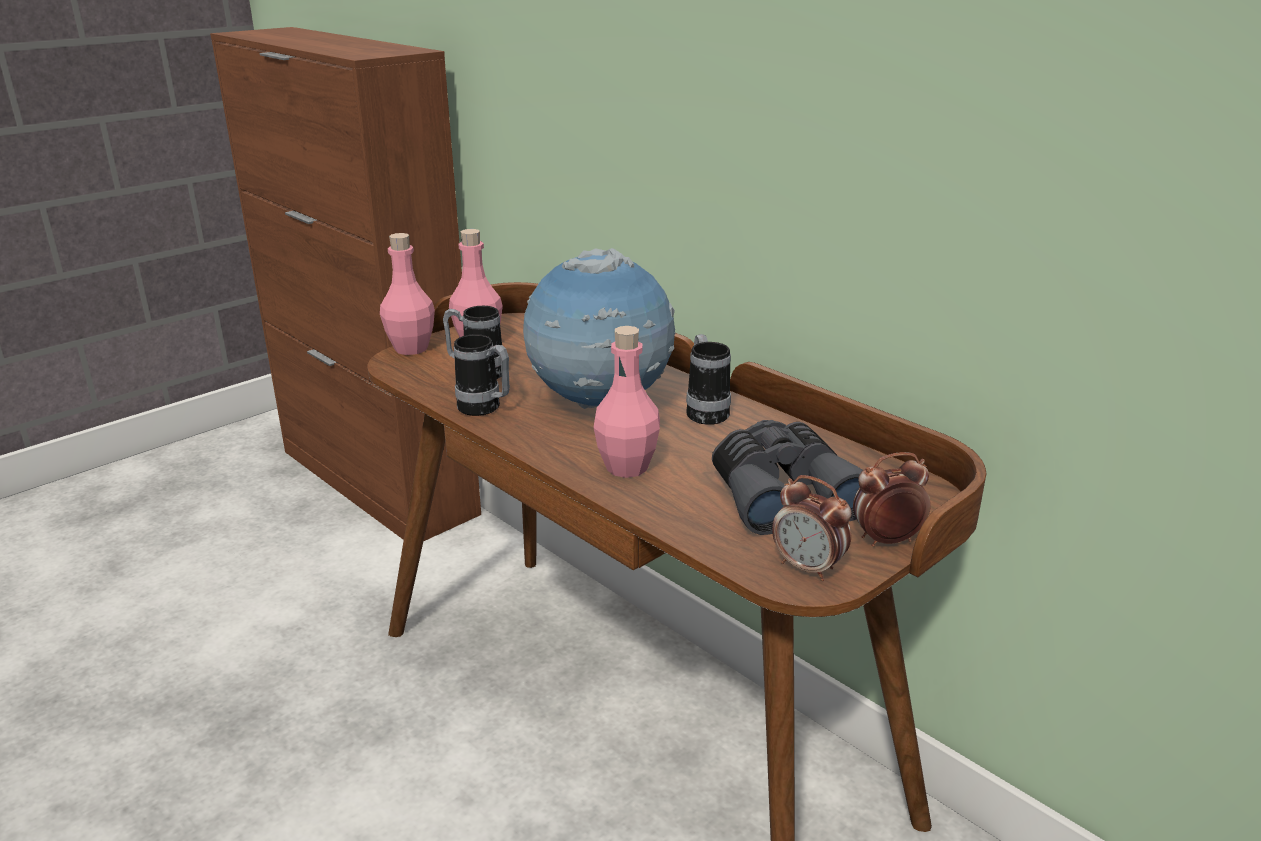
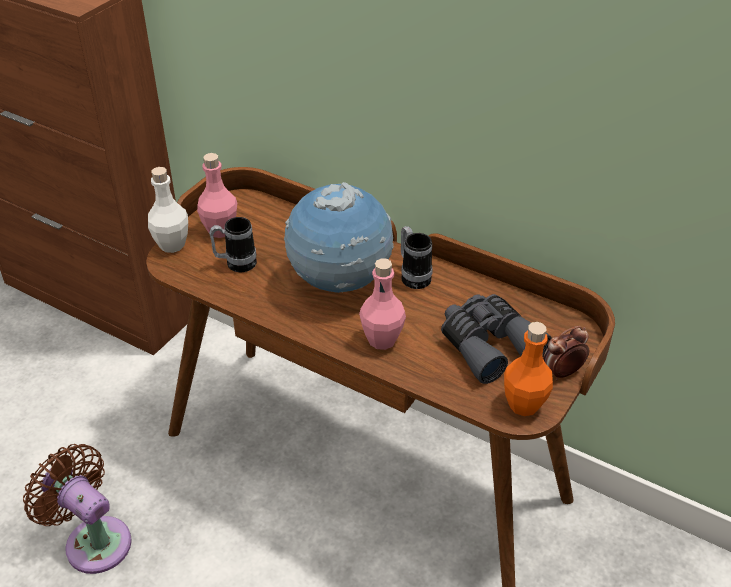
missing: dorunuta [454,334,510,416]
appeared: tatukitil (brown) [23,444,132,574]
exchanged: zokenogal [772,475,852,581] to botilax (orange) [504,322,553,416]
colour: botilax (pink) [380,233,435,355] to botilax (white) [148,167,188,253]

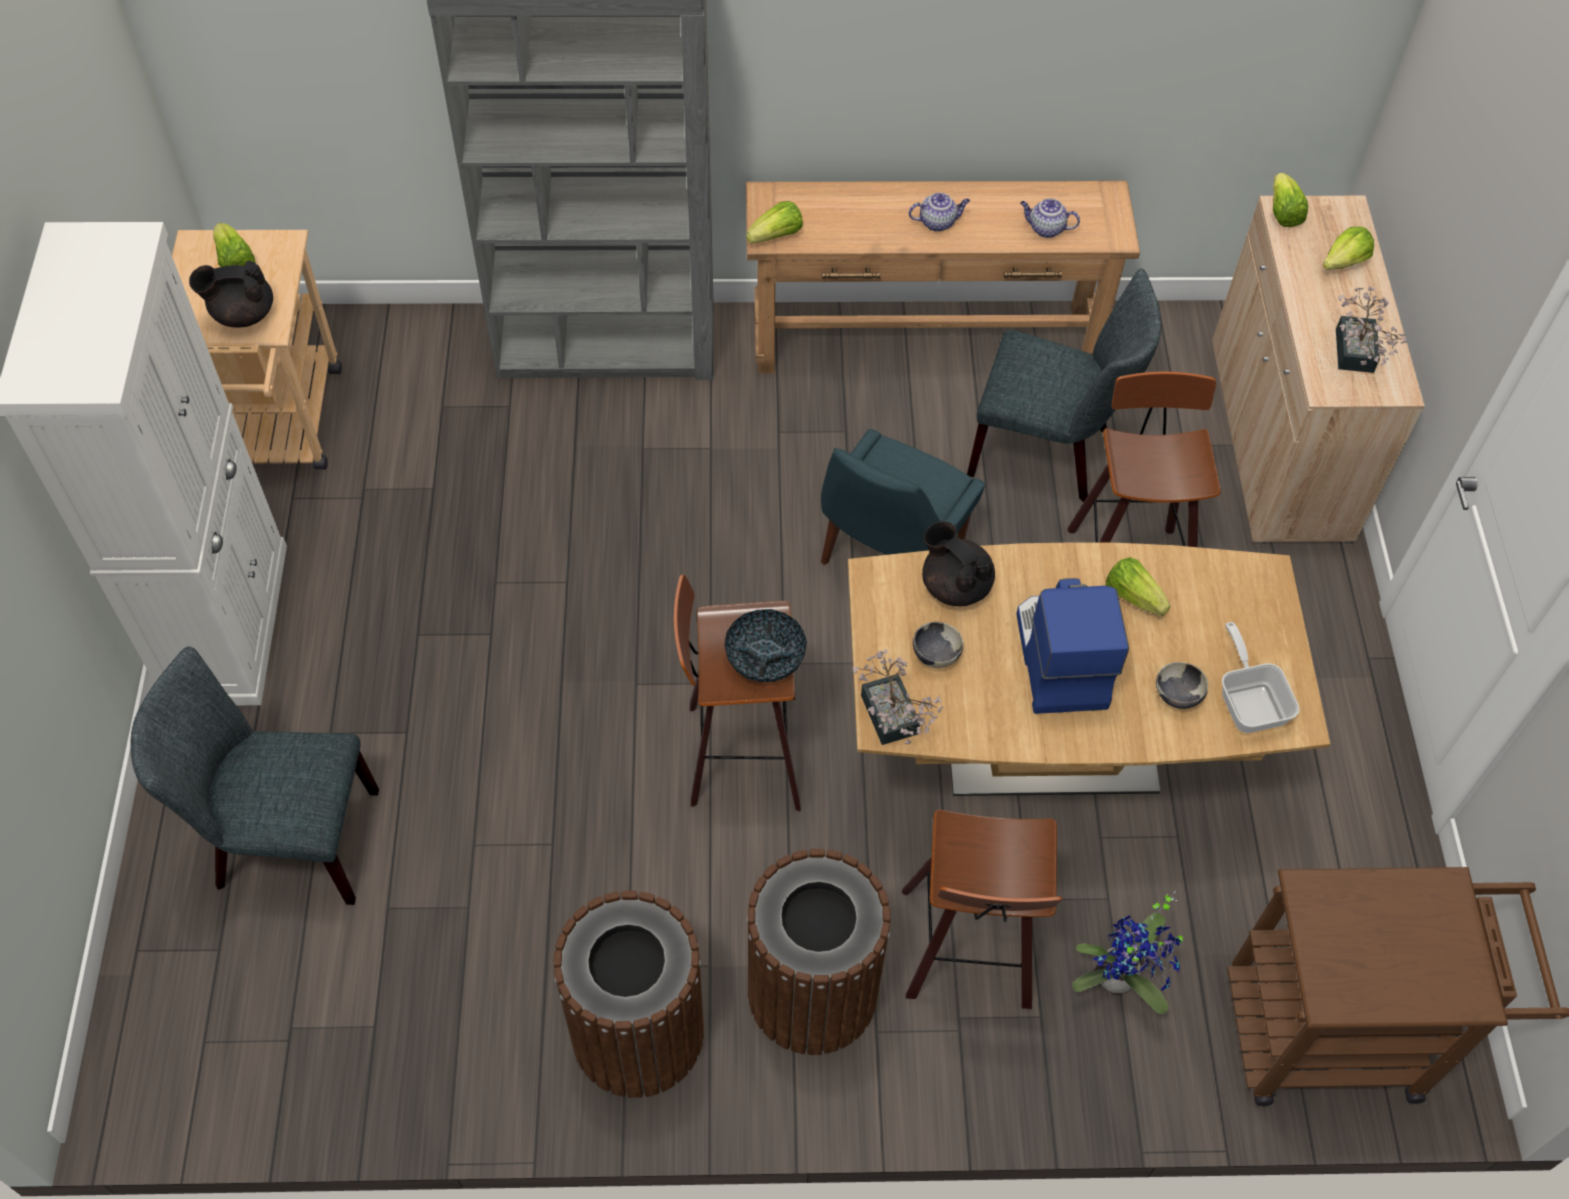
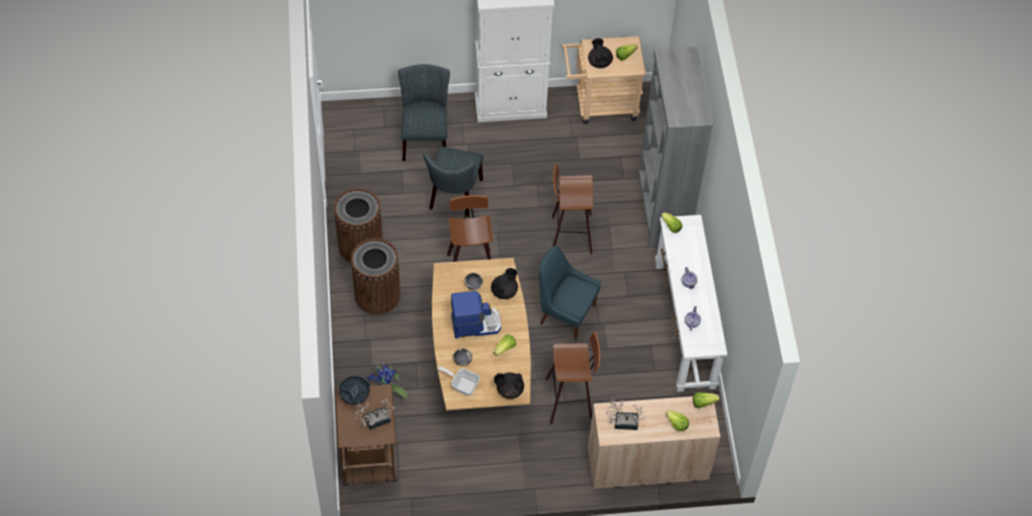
appeared: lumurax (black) [494,372,524,399]
relocated: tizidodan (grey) [967,268,1161,502] to [423,146,483,217]; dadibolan [725,609,807,682] to [339,376,370,405]; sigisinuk [852,649,943,745] to [356,399,394,430]; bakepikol [902,809,1062,1009] to [552,164,593,255]
colour: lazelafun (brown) [746,181,1140,373] to lazelafun (white) [655,215,728,392]
spun: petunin [1222,622,1300,733] = [438,367,480,396] 135 degrees counterclockwise

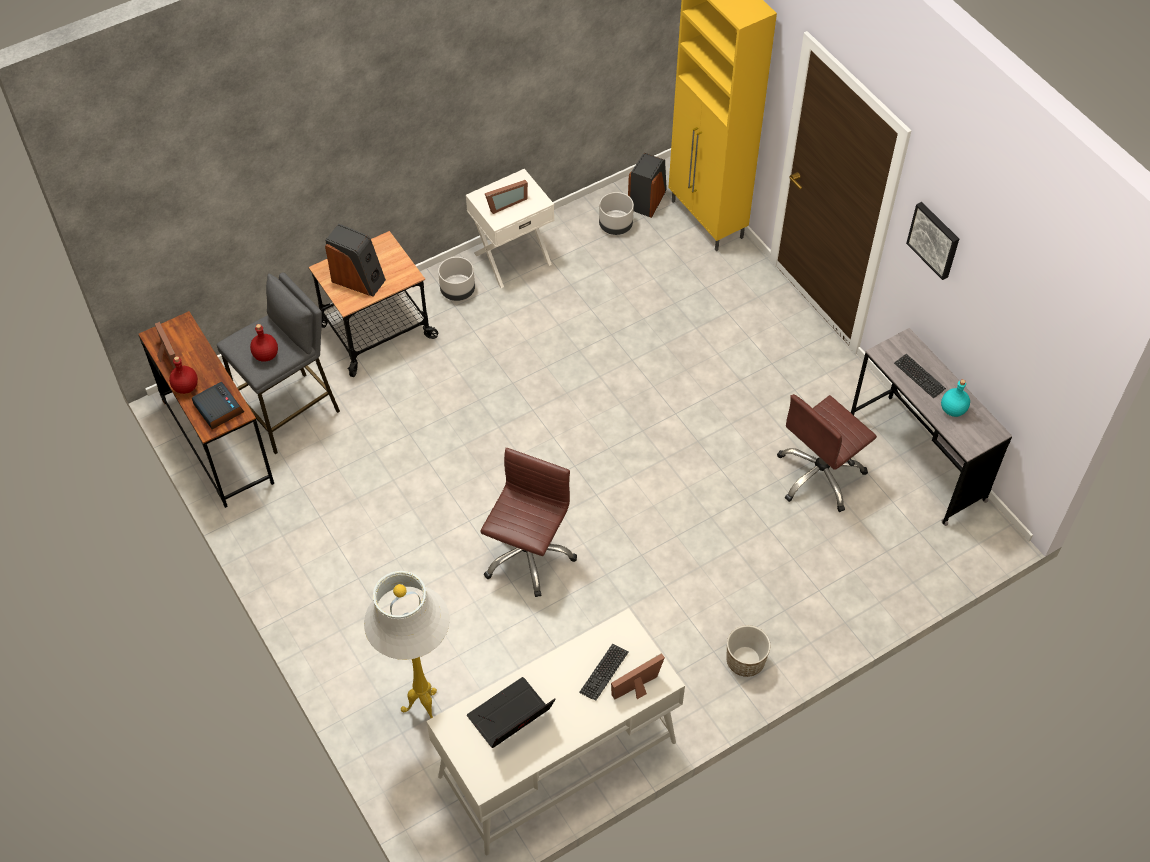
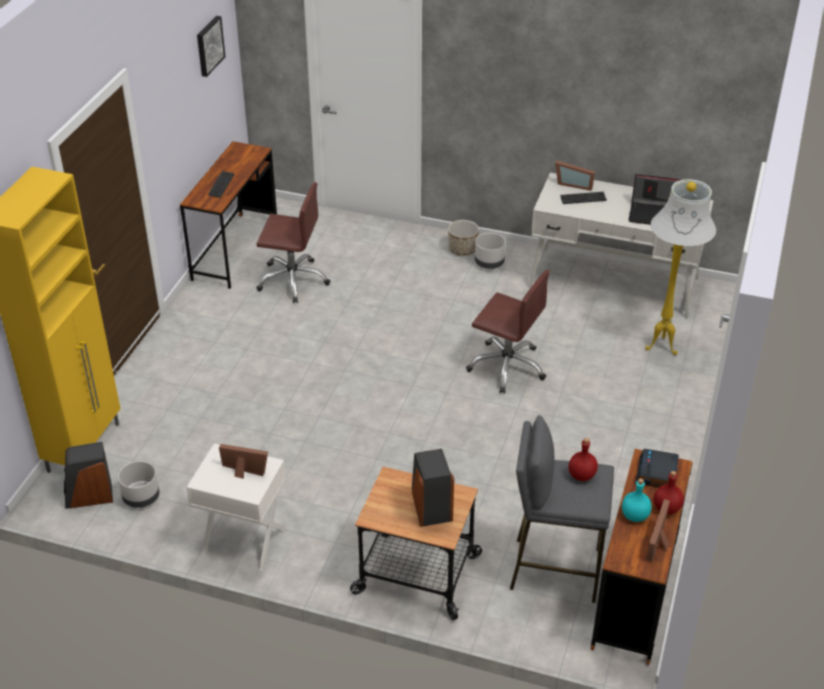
relocated: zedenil [906,202,959,280] to [197,16,225,77]; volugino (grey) [438,257,475,301] to [475,233,506,269]; botilax (turquoise) [941,379,970,417] to [622,478,652,522]
colour: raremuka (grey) [851,328,1012,526] to raremuka (brown) [180,141,277,289]
spun: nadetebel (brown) [480,448,577,597] = [466,270,550,394] 135 degrees counterclockwise

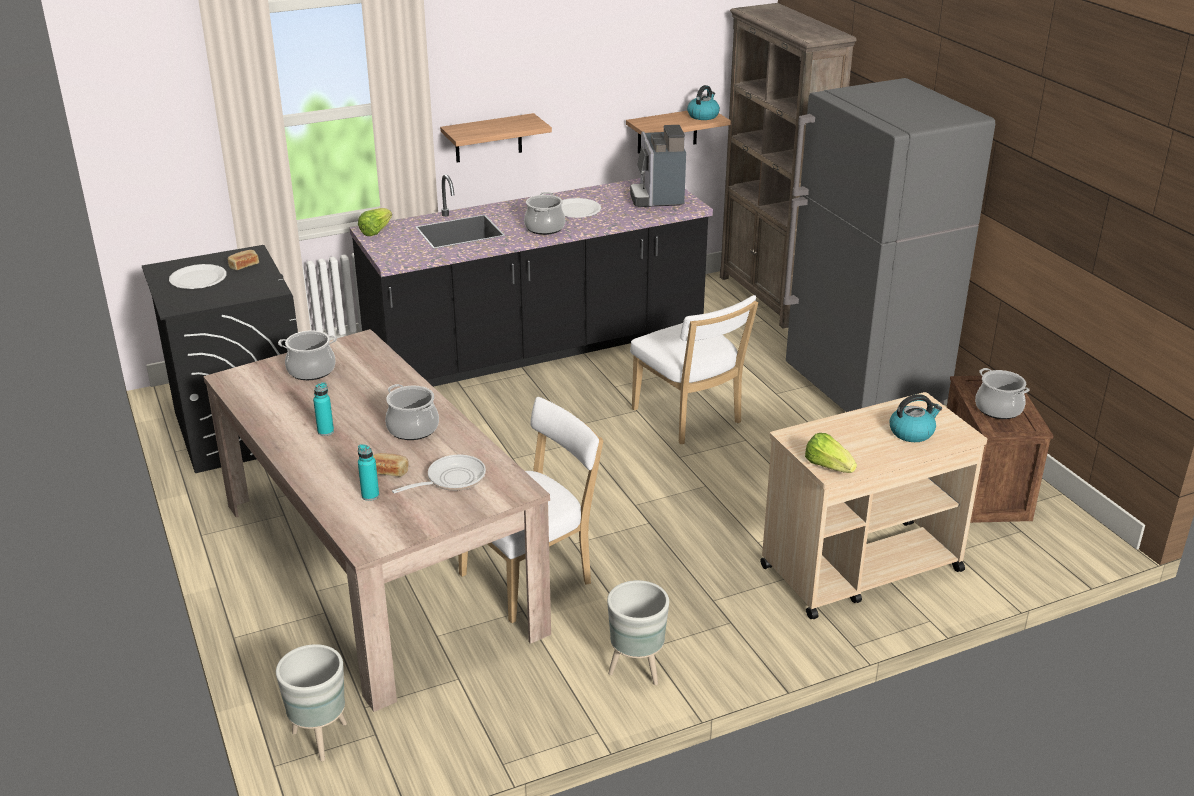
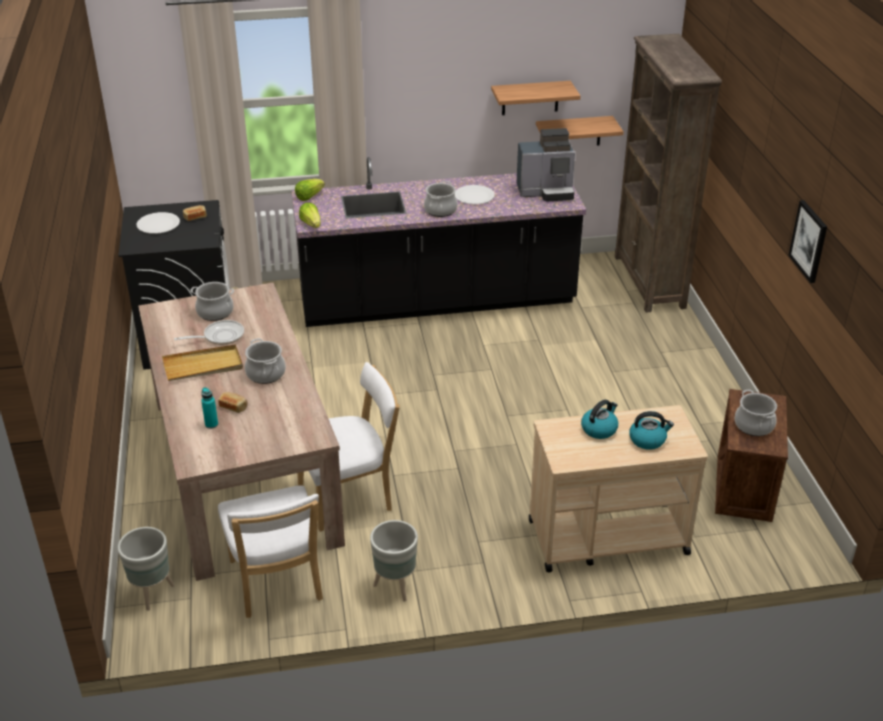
missing: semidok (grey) [783,78,995,412]
appeared: zedenil [788,200,827,283]
relocated: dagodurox [687,85,720,120] to [581,400,618,439]; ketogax [440,113,552,162] to [491,81,581,115]; tizidodan (white) [630,295,758,444] to [218,485,323,618]; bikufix [805,433,857,473] to [299,203,321,228]; petunin [392,455,486,493] to [174,320,244,345]
exchanged: botilax (turquoise) [313,382,334,436] to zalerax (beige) [162,344,243,381]
spun: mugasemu [630,125,686,207] = [517,128,575,202] 105 degrees counterclockwise

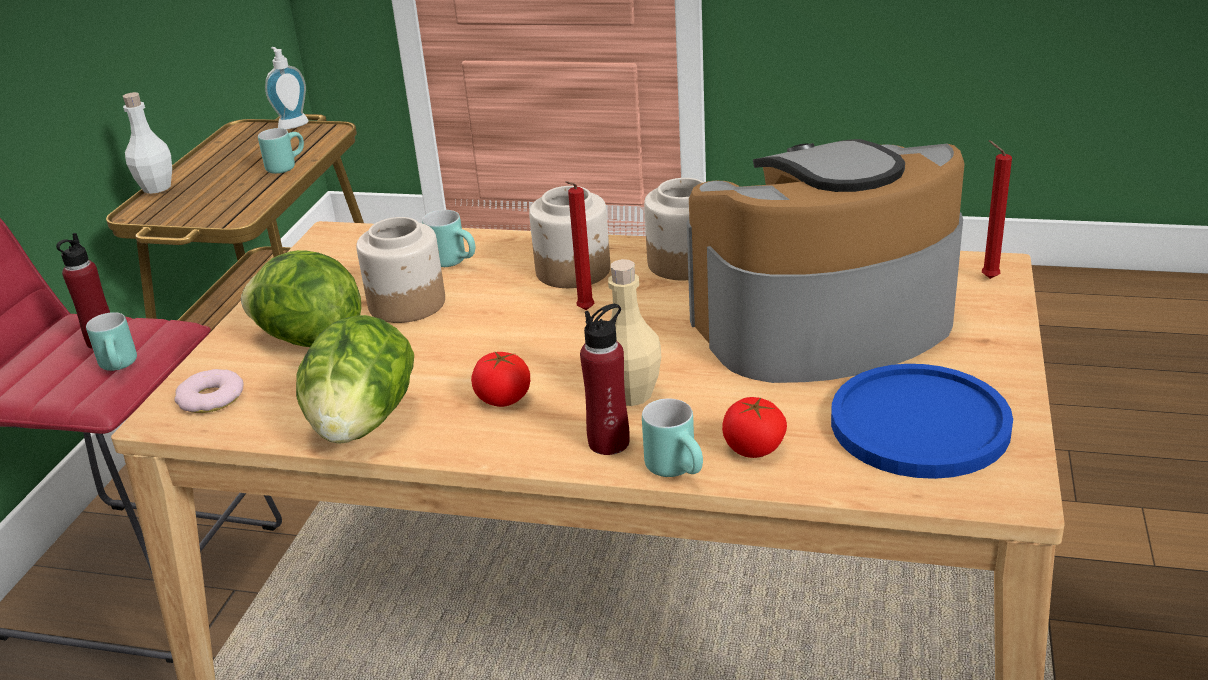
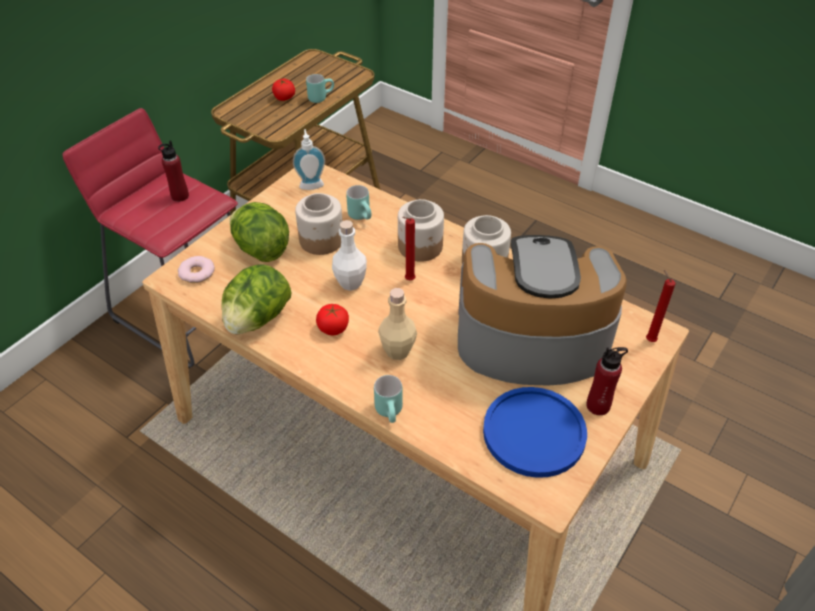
missing: dorunuta (turquoise) [86,312,137,371]
relocated: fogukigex [265,47,309,130] to [293,129,325,190]; botilax (white) [123,92,172,194] to [332,220,367,291]; botilax (red) [580,304,630,455] to [586,347,628,415]; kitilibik [722,397,787,458] to [272,79,295,101]

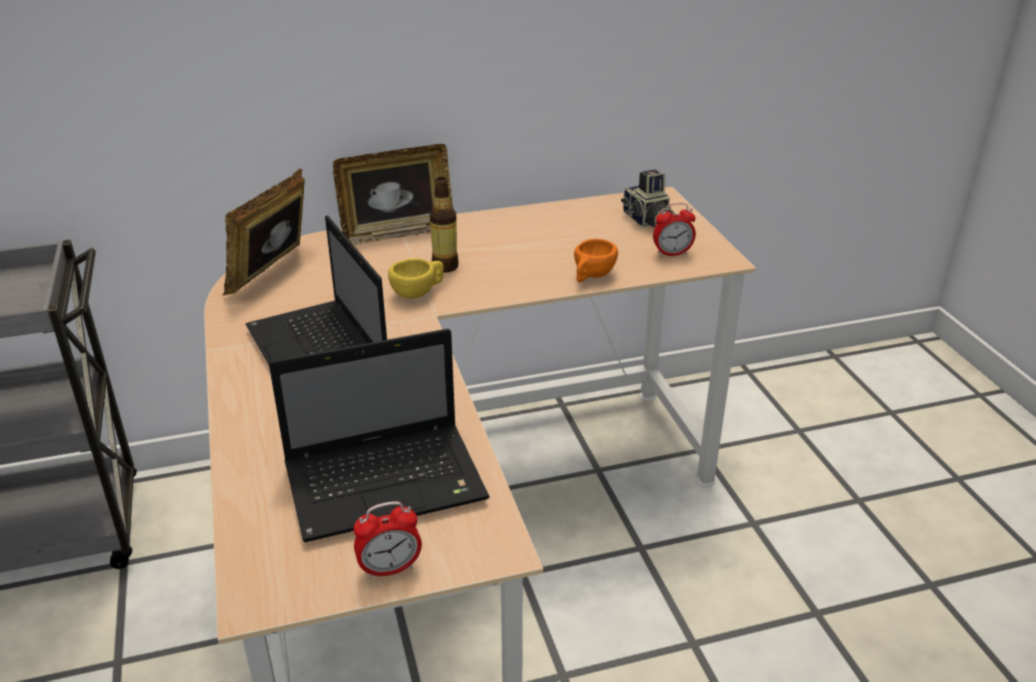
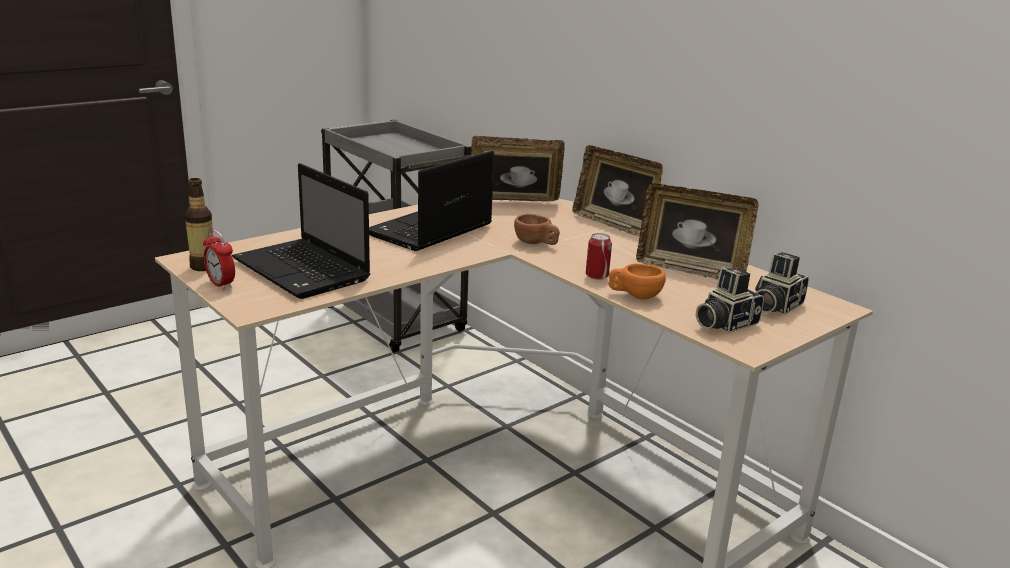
appeared: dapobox [636,183,758,280]; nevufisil [586,233,612,280]
relocated: botilax [430,177,459,273] to [185,178,213,271]
exchanged: zokenogal [653,203,696,257] to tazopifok [696,267,764,333]
colour: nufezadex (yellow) [388,258,444,298] to nufezadex (brown) [514,214,560,245]

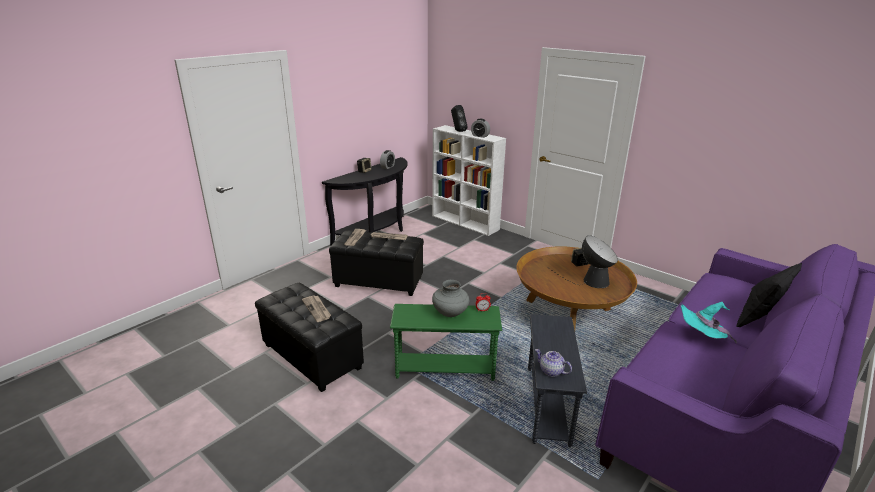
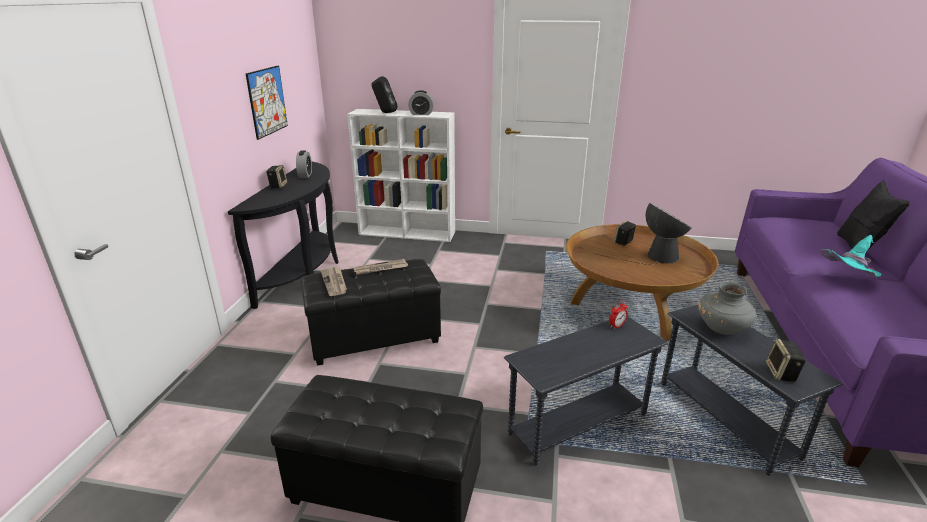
missing: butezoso [302,295,331,322]
appeared: zedenil [246,66,288,140]
relocated: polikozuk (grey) [432,280,469,317] to [698,282,756,335]
exchanged: lumurax [535,349,572,377] to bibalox [766,339,807,382]
colour: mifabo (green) [390,304,502,381] to mifabo (grey) [504,316,668,465]

